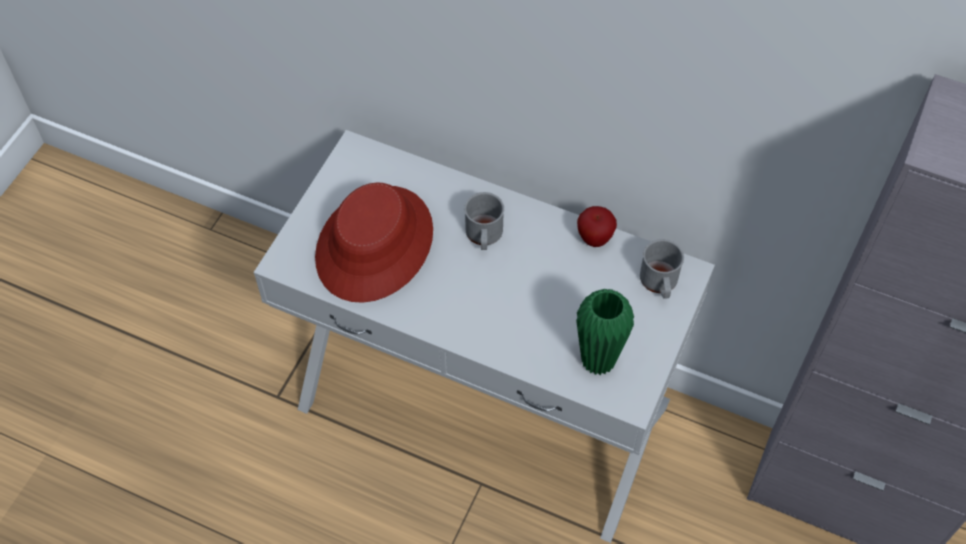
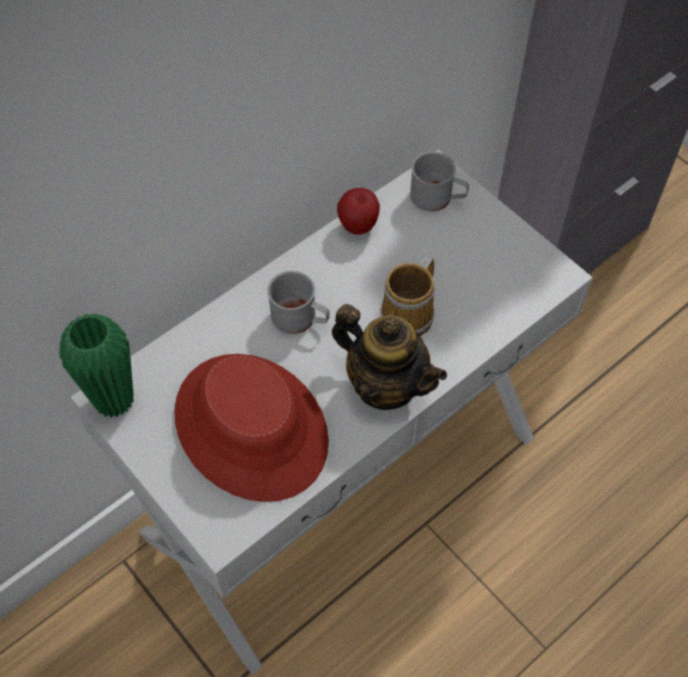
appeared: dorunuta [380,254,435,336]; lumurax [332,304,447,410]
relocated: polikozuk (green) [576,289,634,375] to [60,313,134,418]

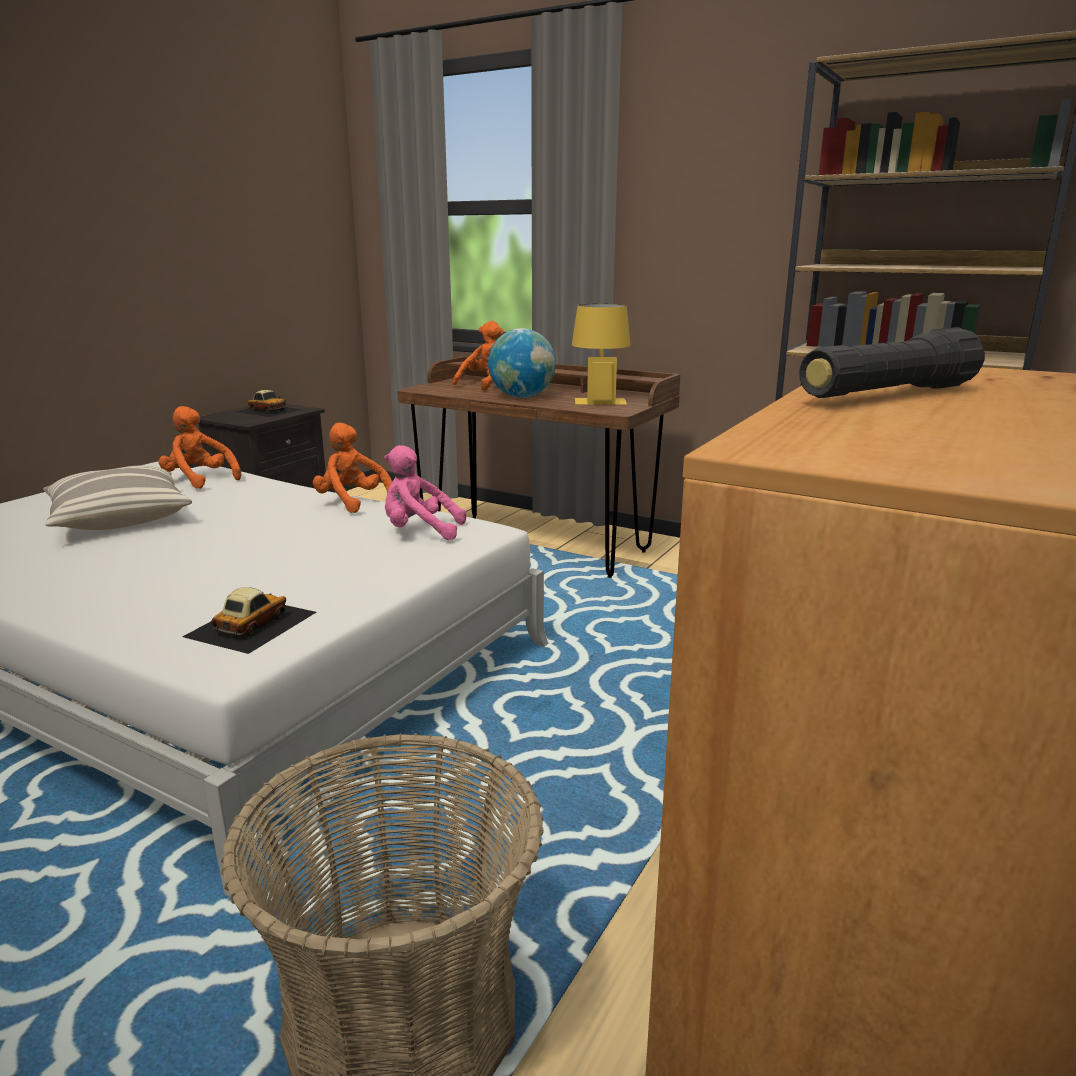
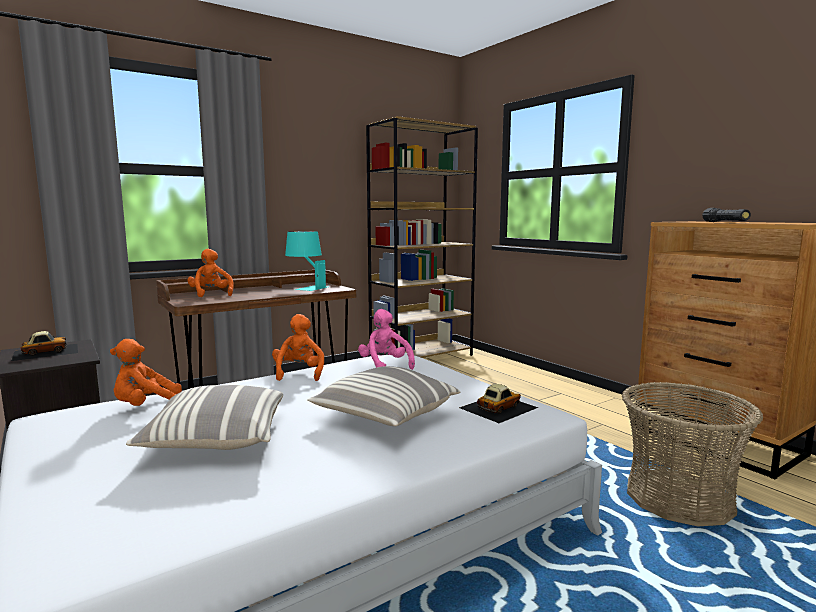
missing: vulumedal [488,328,556,398]
appeared: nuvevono [307,366,460,426]
colour: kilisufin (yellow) [572,304,630,405] to kilisufin (turquoise) [285,231,327,291]
spun: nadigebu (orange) [313,423,392,513] = [272,314,324,381] 105 degrees clockwise; nadigebu (pink) [384,445,466,540] = [358,309,415,370] 120 degrees clockwise; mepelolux [182,587,317,654] = [459,384,538,423] 90 degrees clockwise

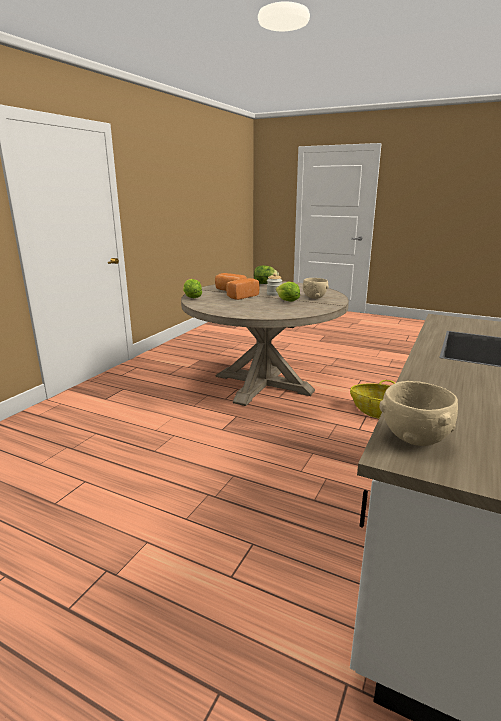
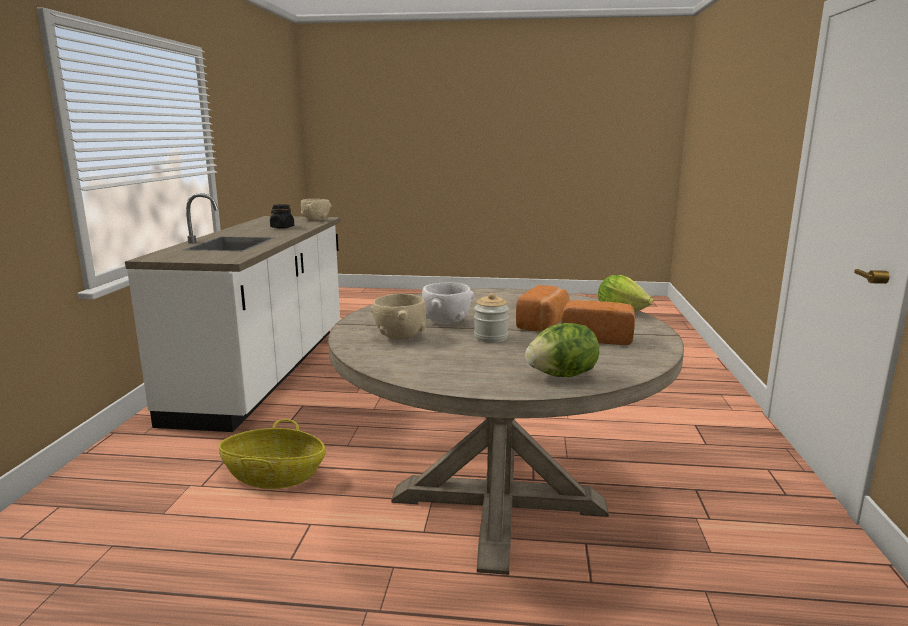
appeared: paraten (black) [270,204,294,229]
exchanged: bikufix [276,282,300,302] to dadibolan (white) [422,282,474,324]

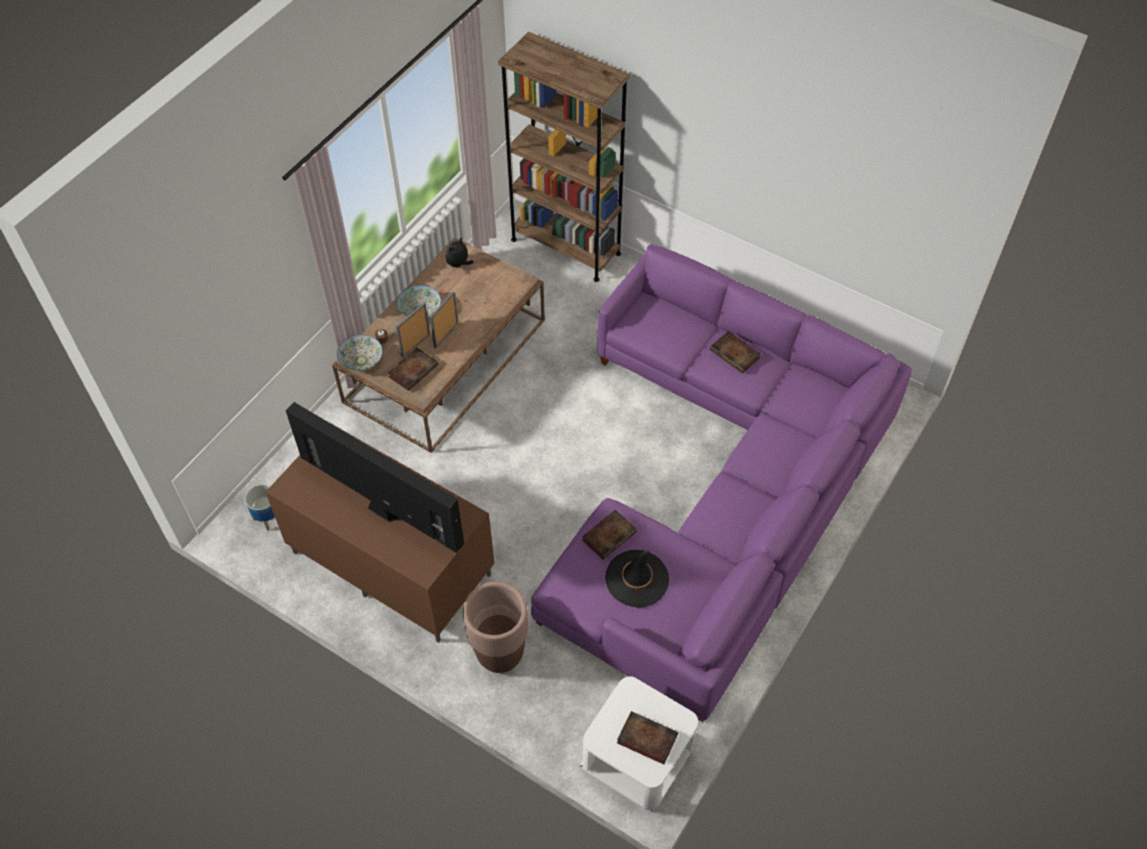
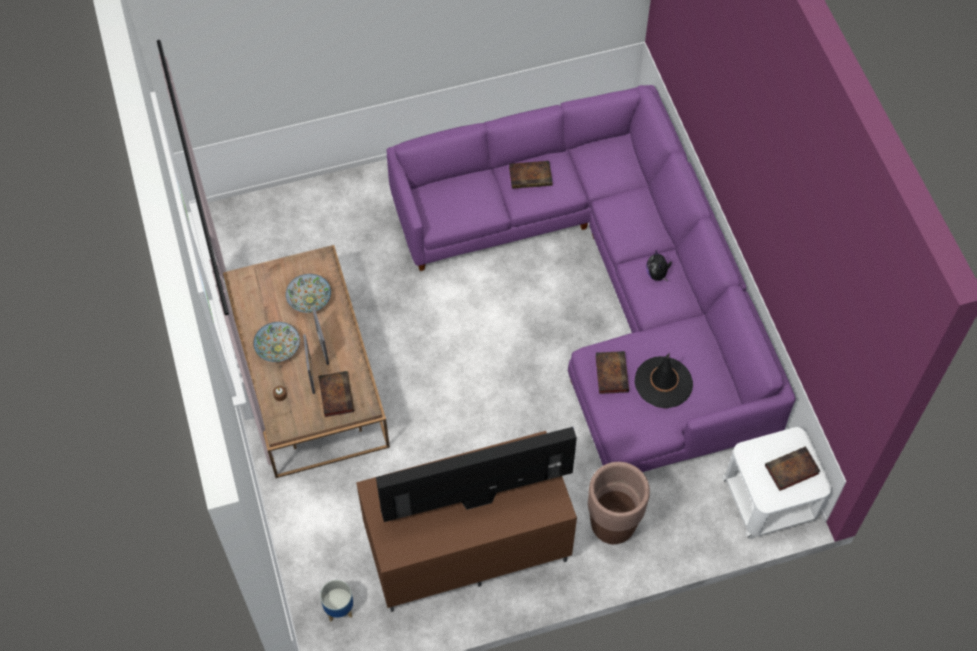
missing: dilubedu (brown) [498,32,630,282]
relocated: nadigebu [446,237,474,270] to [646,250,672,281]; dadibolan [337,335,382,371] to [286,274,331,313]

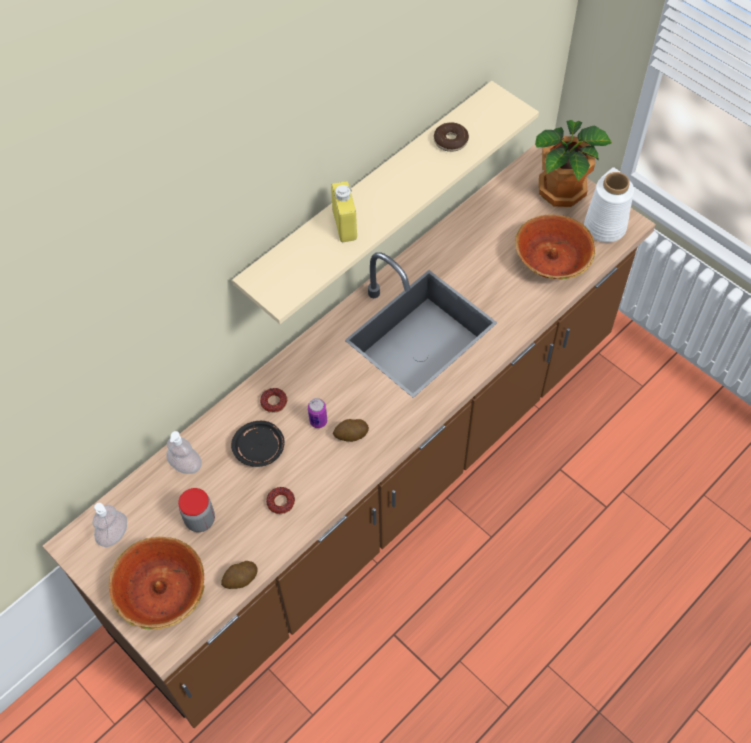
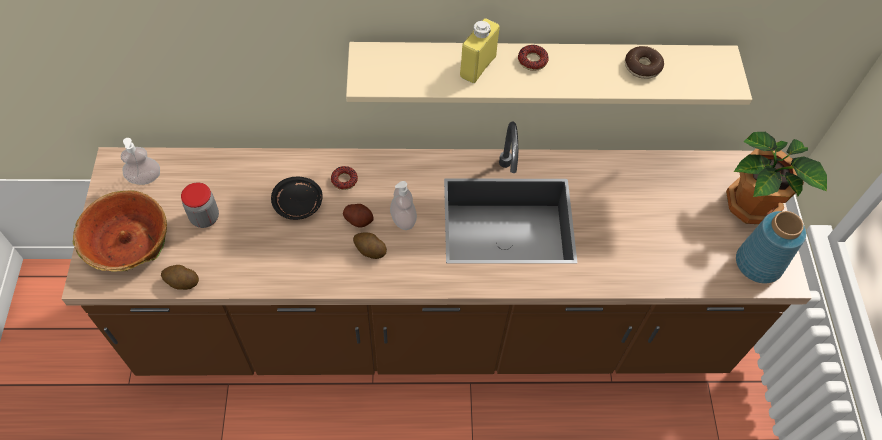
missing: dadibolan [515,215,595,279]
relocated: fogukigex [166,431,202,474] to [390,181,417,230]; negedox [266,487,295,514] to [518,45,549,71]
exchanged: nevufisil [308,398,327,428] to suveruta [343,204,374,228]
colour: polikozuk (white) [584,172,634,243] to polikozuk (blue) [736,211,806,283]

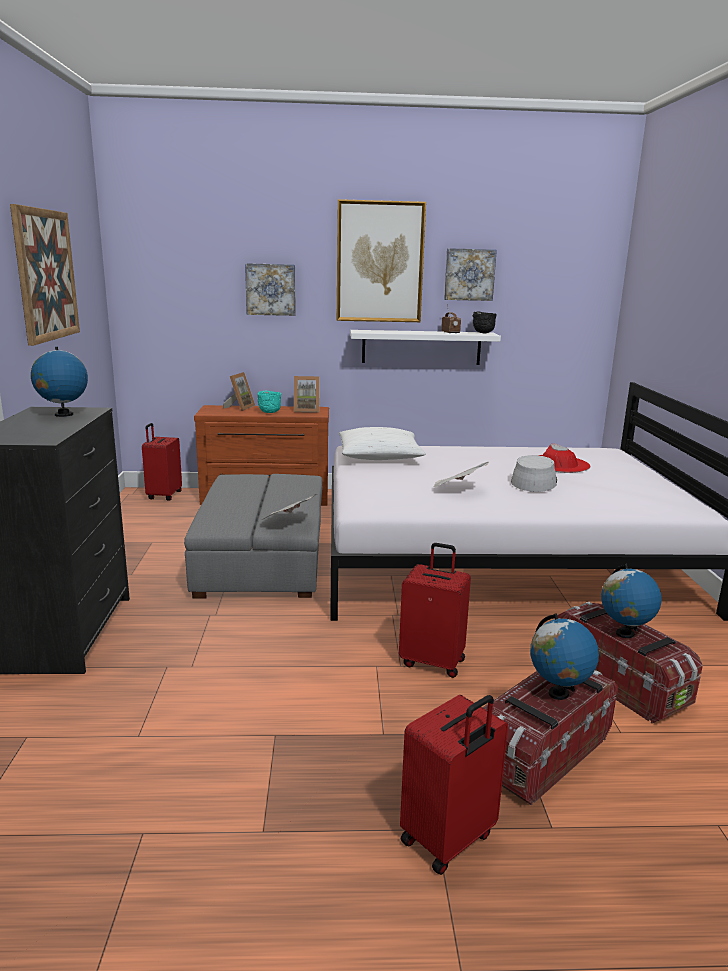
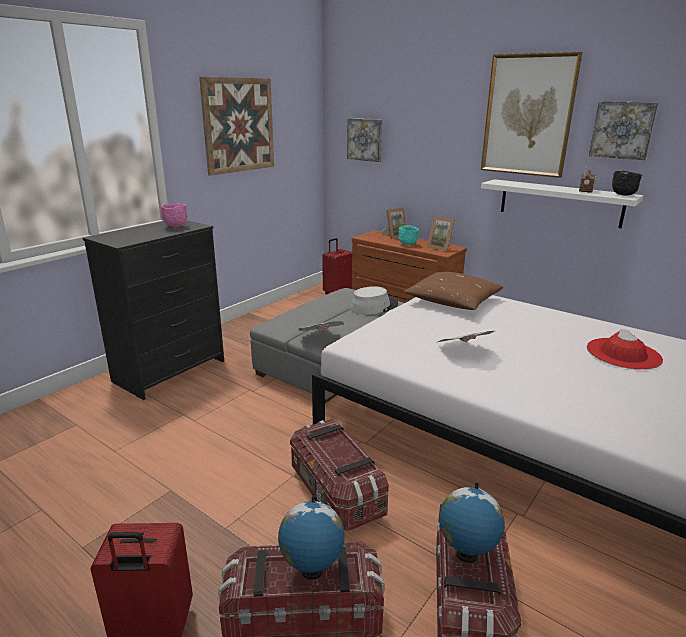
relocated: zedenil [245,263,296,316] to [347,118,382,162]; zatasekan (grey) [511,455,557,492] to [351,286,398,314]
exchanged: vulumedal [31,347,88,417] to dadibolan (pink) [161,203,187,227]; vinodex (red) [399,543,471,678] to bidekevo [290,419,389,531]
colour: nuvevono (white) [339,427,426,460] to nuvevono (brown) [404,272,503,310]

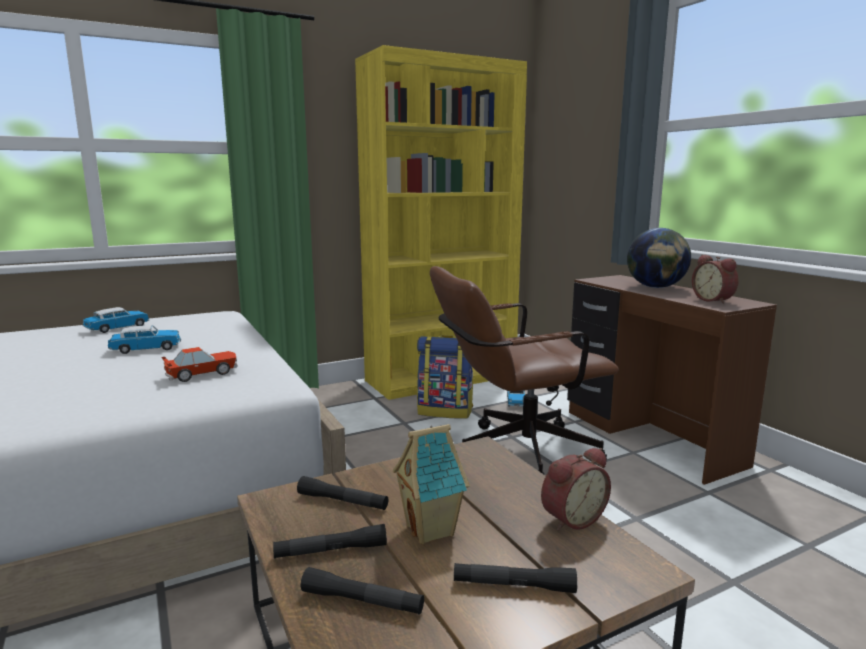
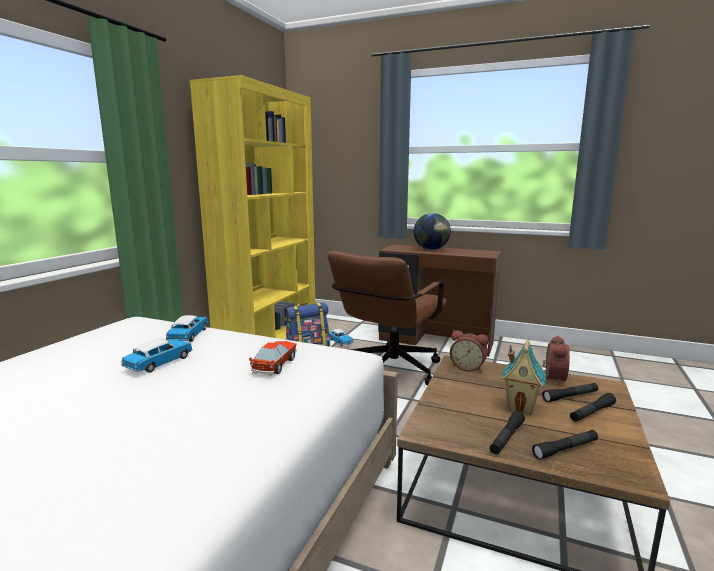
relocated: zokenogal [692,255,739,304] to [450,330,488,372]; mepelolux [83,307,149,333] to [166,315,208,342]; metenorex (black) [297,476,389,510] to [542,383,598,402]

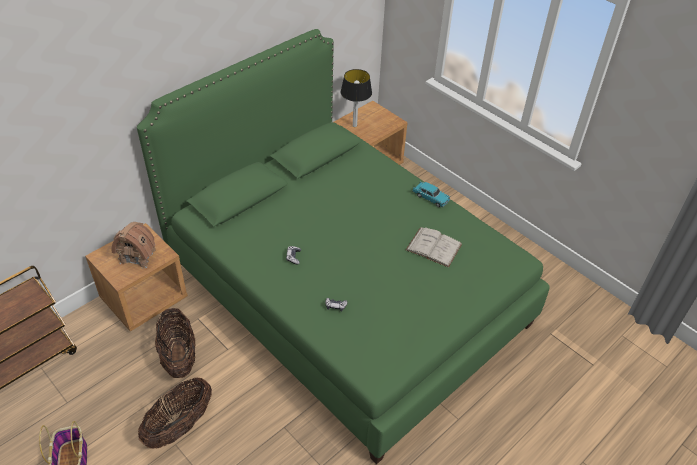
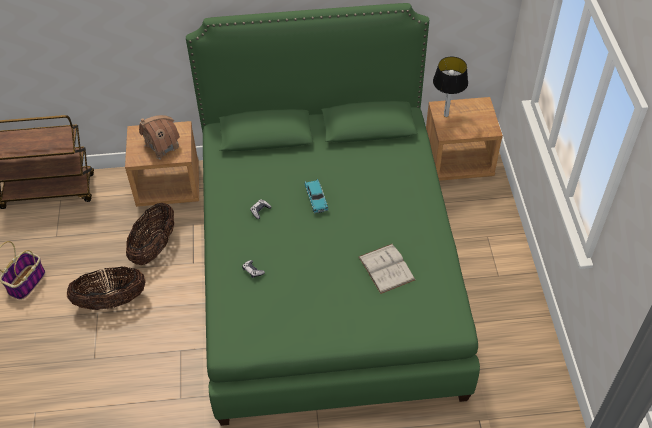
relocated: mepelolux (turquoise) [412,182,450,207] to [304,179,328,213]

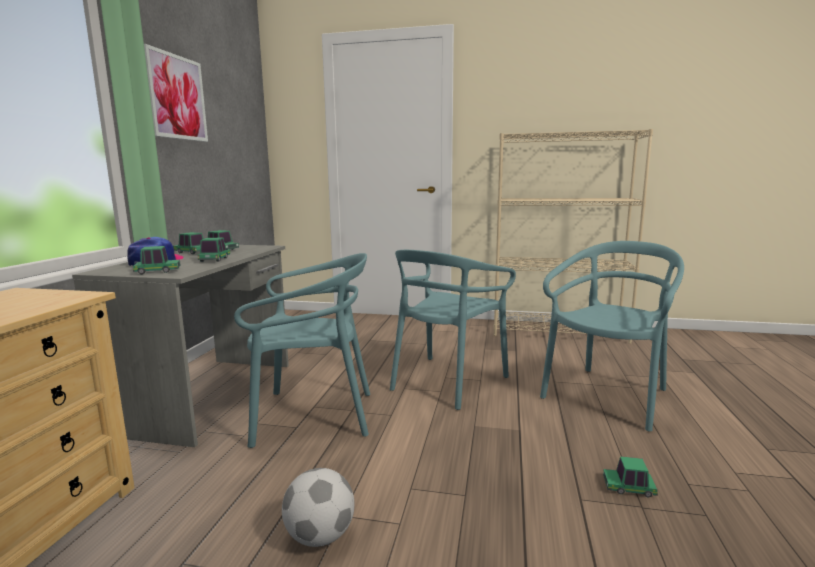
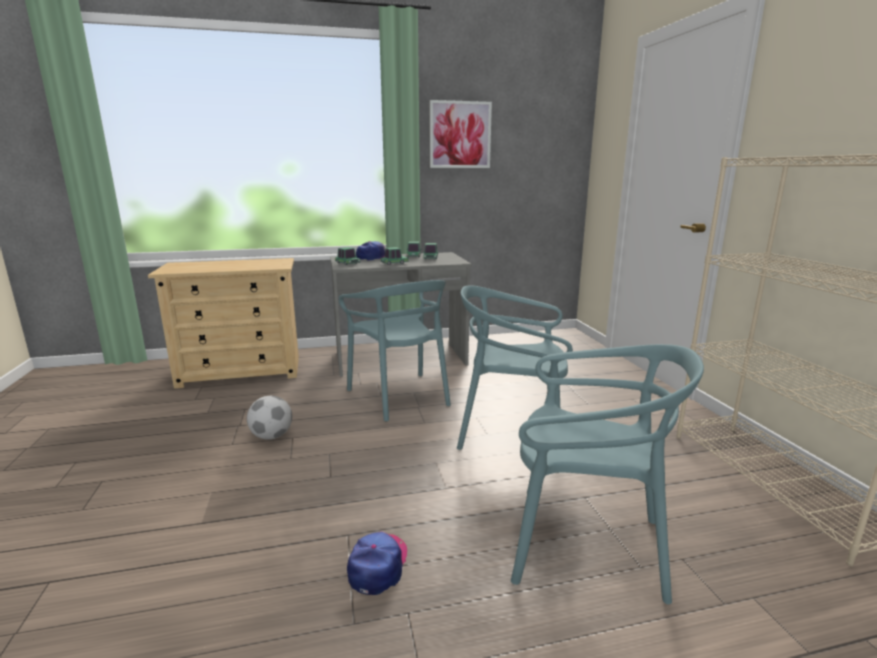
exchanged: mepelolux [603,456,658,497] to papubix [347,532,407,595]

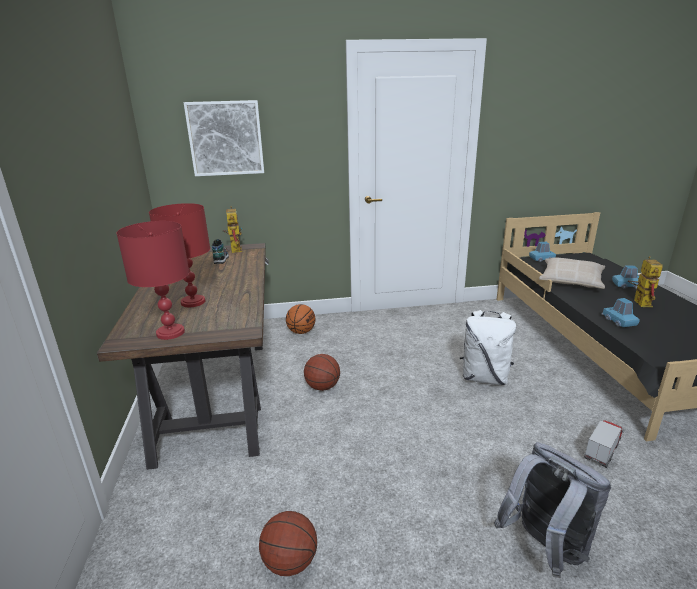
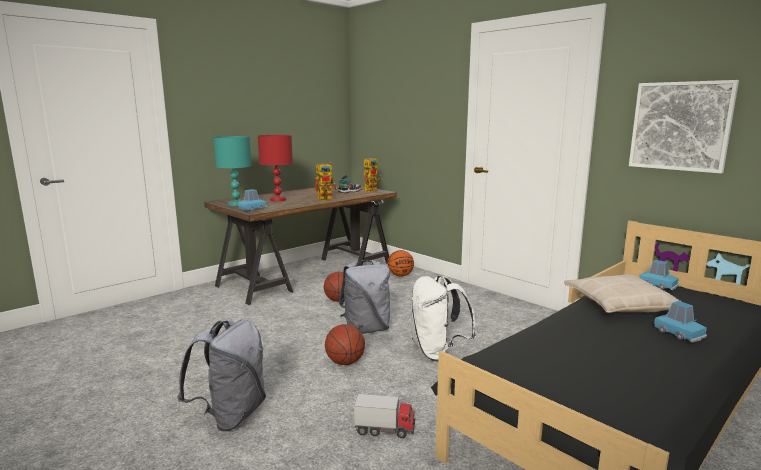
appeared: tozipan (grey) [339,260,390,334]
relocated: zedenil [184,100,264,176] to [629,80,739,174]; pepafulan [628,256,663,307] to [314,162,337,201]; mepelolux (blue) [602,298,640,327] to [238,189,267,211]; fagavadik [259,511,317,576] to [325,324,365,365]
colour: kilisufin (red) [116,221,189,340] to kilisufin (turquoise) [213,136,252,206]

